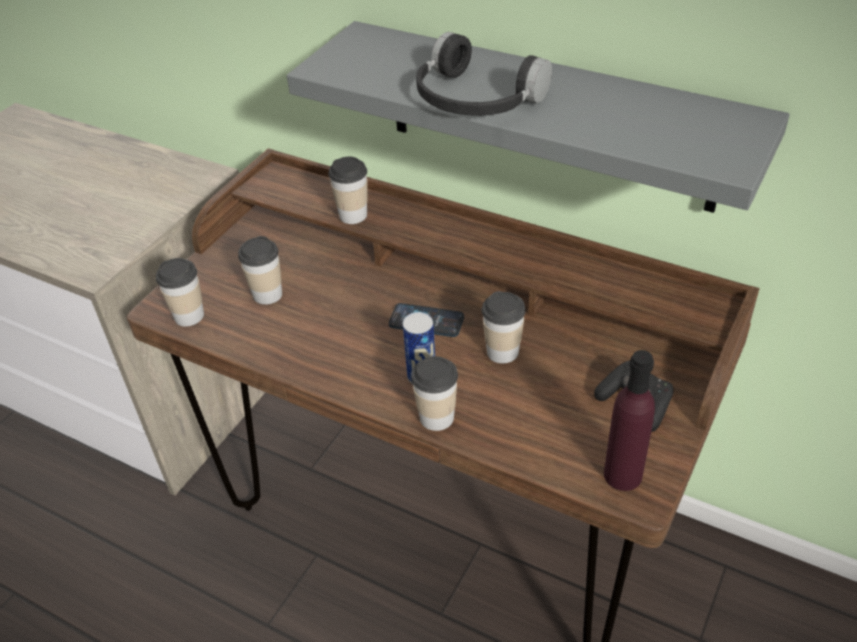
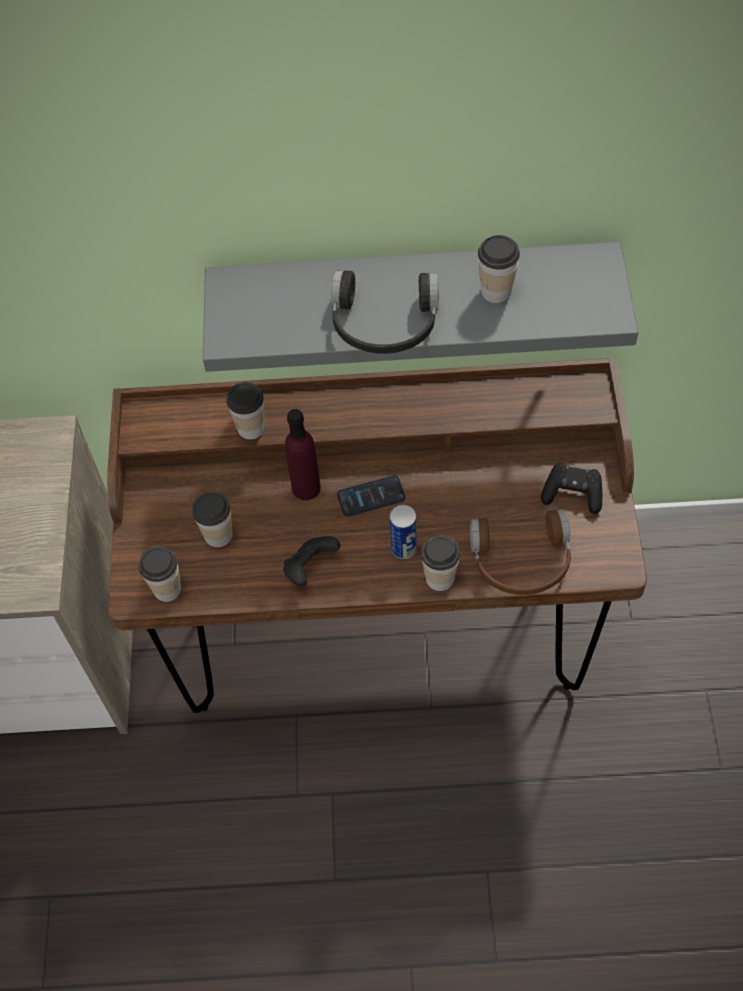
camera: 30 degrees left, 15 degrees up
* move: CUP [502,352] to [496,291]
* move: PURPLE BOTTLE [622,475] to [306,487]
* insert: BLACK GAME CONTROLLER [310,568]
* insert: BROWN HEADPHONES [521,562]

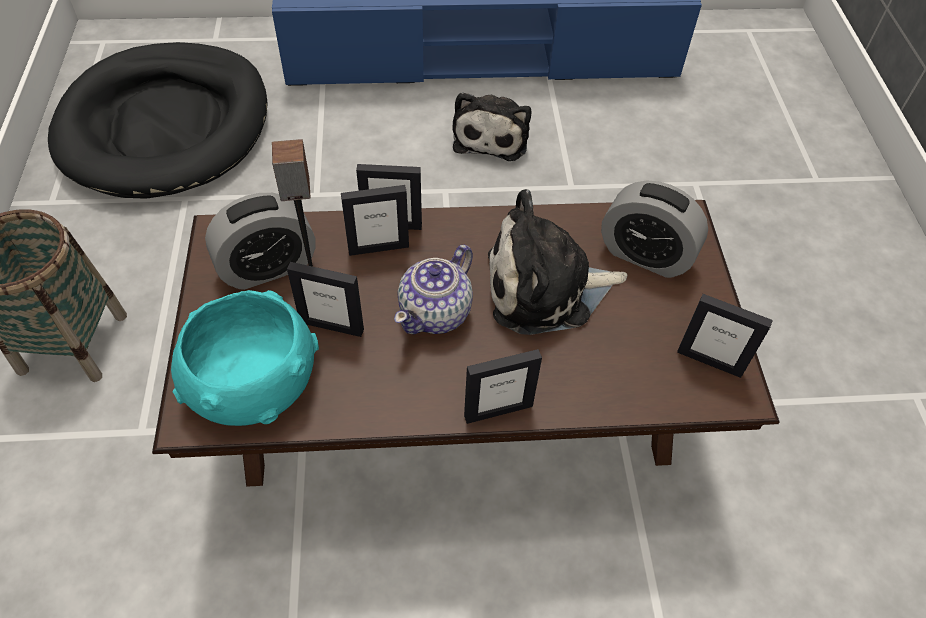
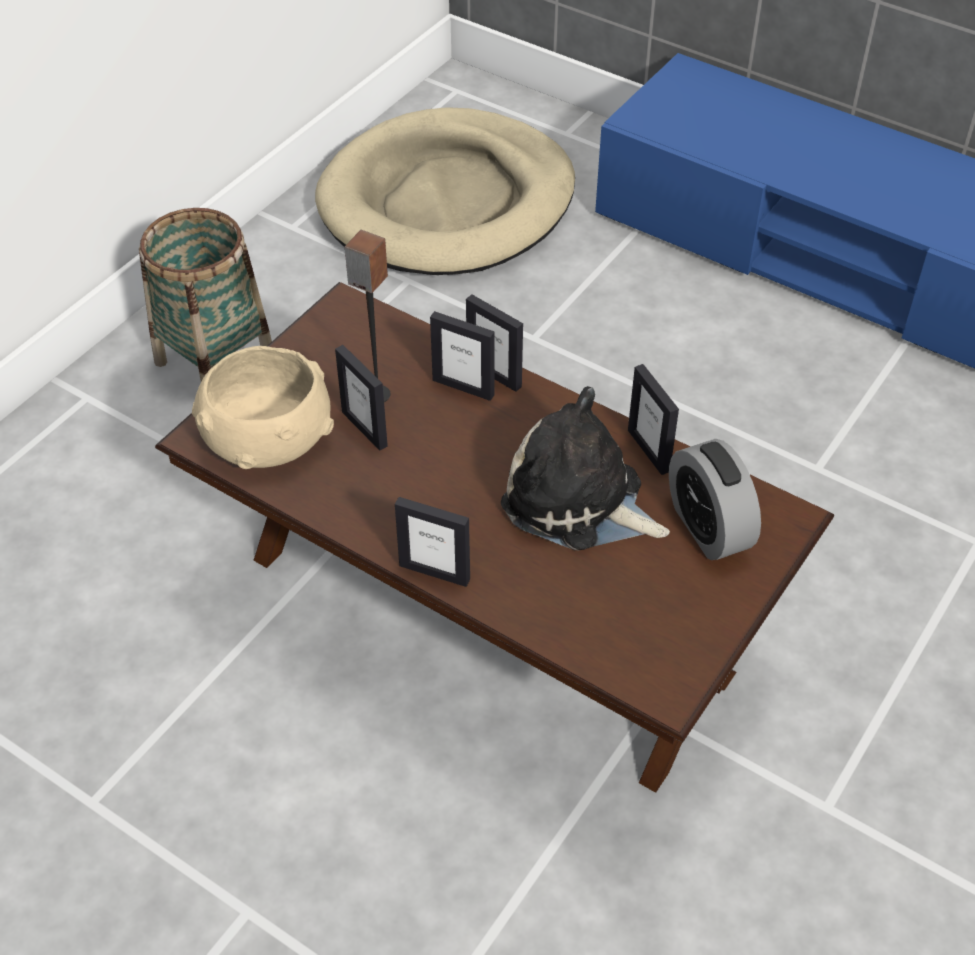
camera: 40 degrees right, 5 degrees down
* recolor: BLACK DOG BED [166,126] to BEIGE DOG BED [447,202]
* recolor: TURQUOISE BOWL [253,381] to BEIGE BOWL [266,436]
* delete: ALARM CLOCK [268,267]
* delete: TEAPOT [436,312]
* delete: PLUSH TOY [491,136]
* move: PICTURE FRAME [710,361] to [649,450]

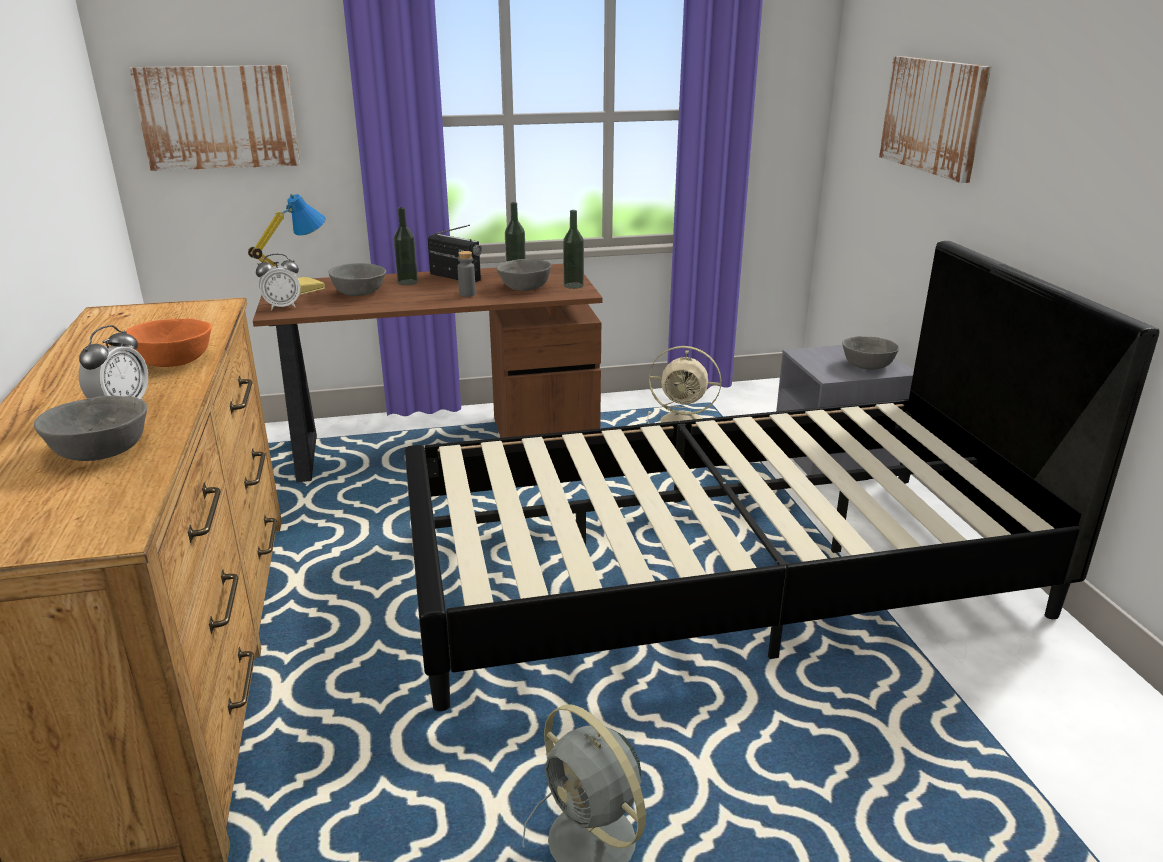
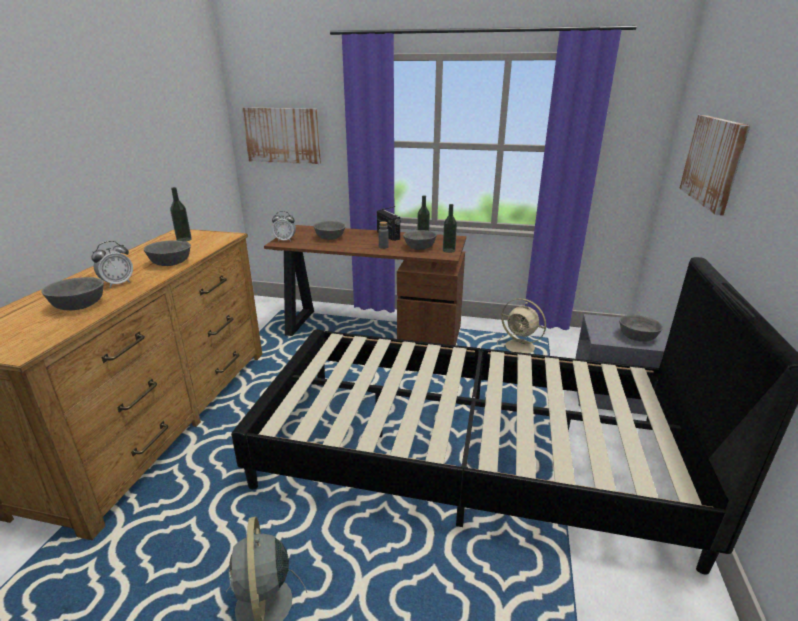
camera: 25 degrees right, 0 degrees up
* recolor: ORANGE BOWL [174,360] to GREY BOWL [171,263]
* delete: TABLE LAMP [302,288]
* move: BOTTLE [407,282] to [184,239]

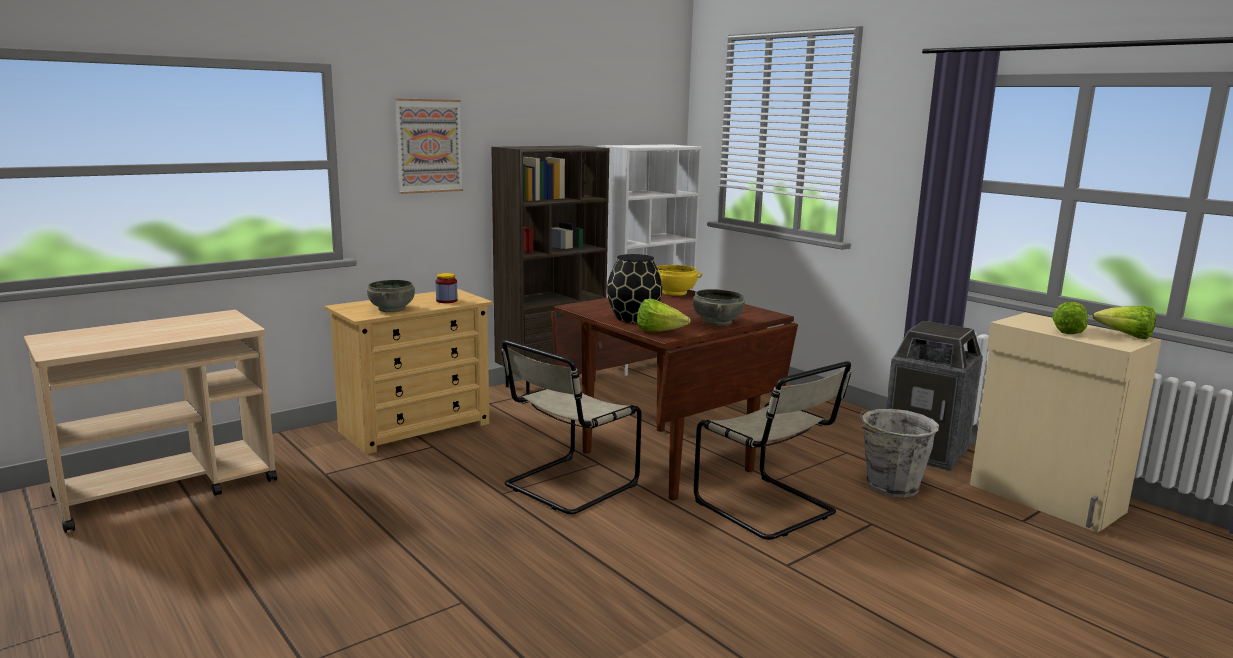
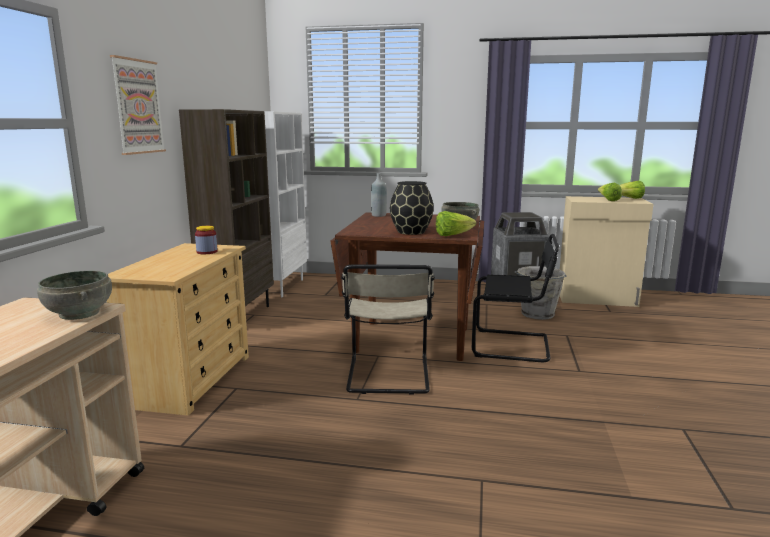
camera: 40 degrees left, 0 degrees up
* move: GREY BOWL [392,309] to [80,313]
* replace: YELLOW BOWL [674,293] to GREY BOTTLE [378,215]
* recolor: BEIGE CHAIR [769,509] to BLACK CHAIR [514,346]

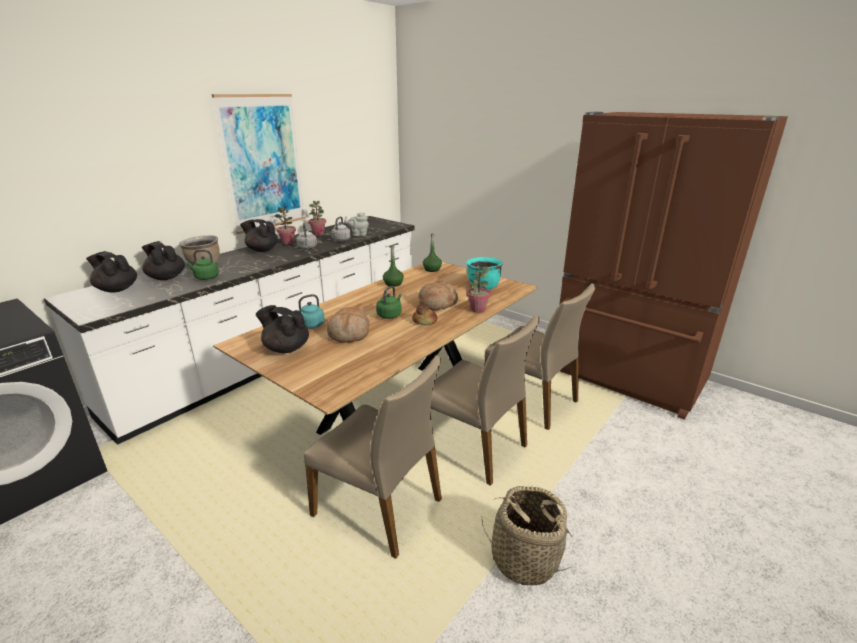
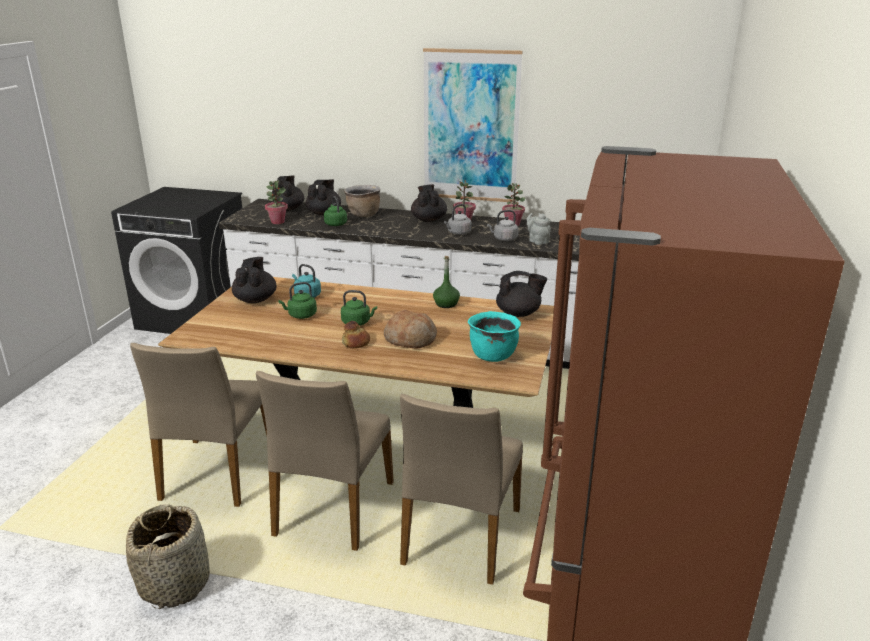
camera: 65 degrees right, 0 degrees up
* replace: BREAD [349,333] to GREEN KETTLE [301,315]
* replace: GREEN BOTTLE [432,269] to BLACK TEAPOT [519,313]
* move: POTTED PLANT [477,309] to [277,222]

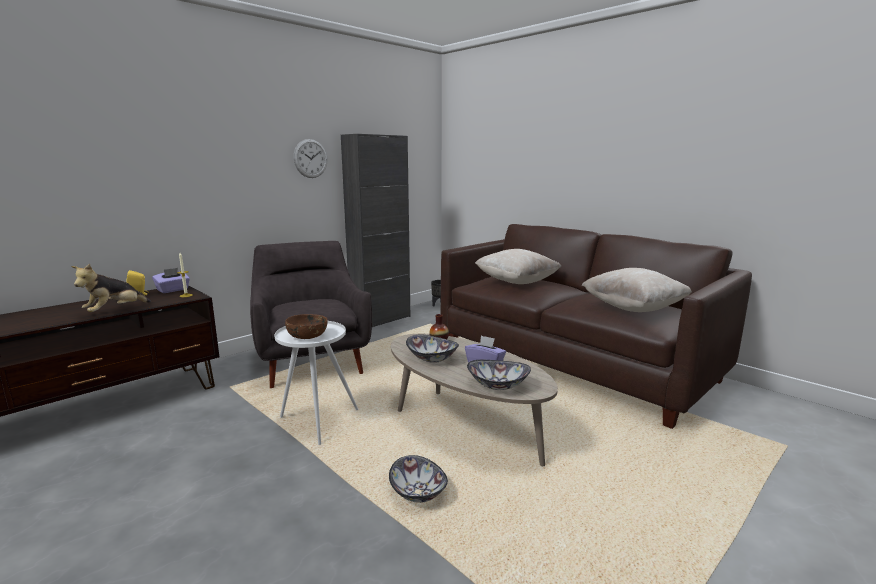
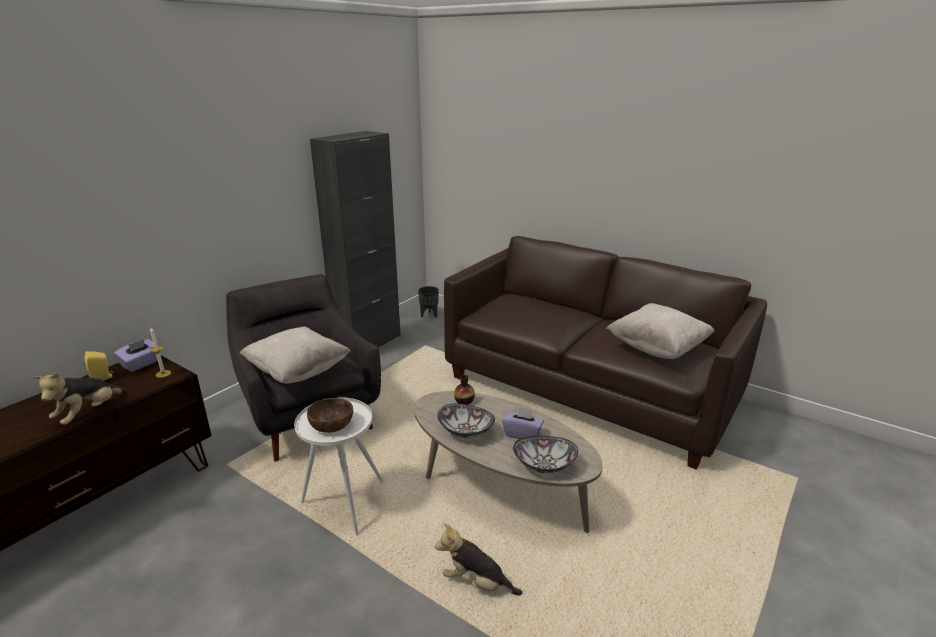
camera: 10 degrees left, 10 degrees up
* delete: WALL CLOCK [310,158]
* replace: BOWL [418,493] to PLUSH TOY [476,583]
* move: BEIGE PILLOW [516,282] to [298,372]

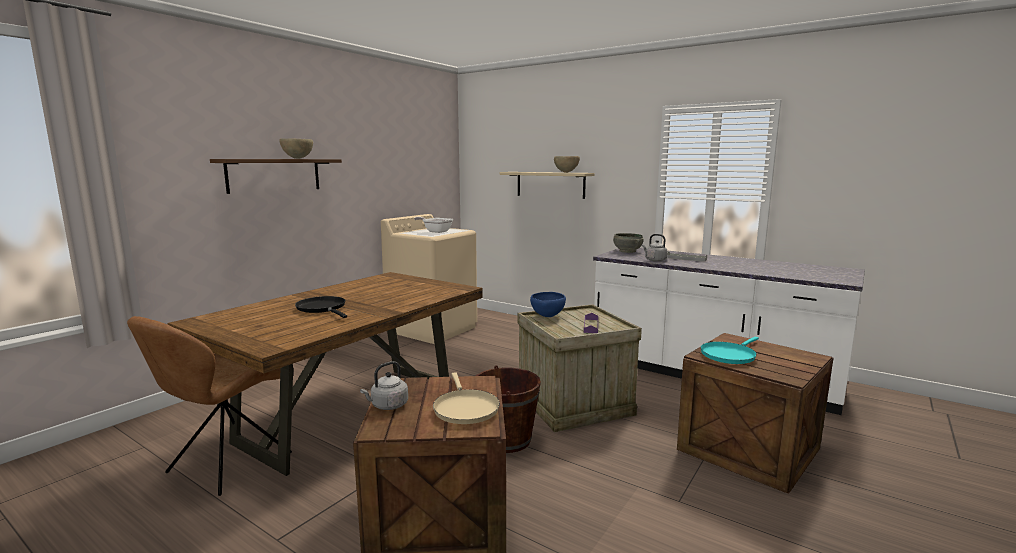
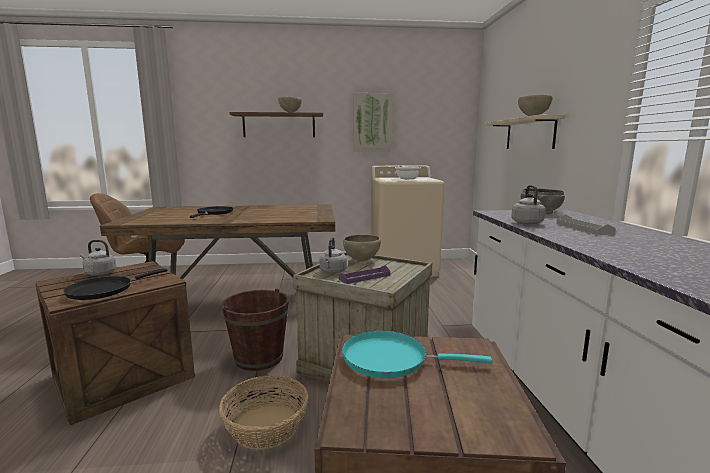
camera: 50 degrees right, 0 degrees up
* recolor: BEIGE FRYING PAN [465,408] to BLACK FRYING PAN [104,290]
* recolor: BLUE BOWL [547,316] to BROWN BOWL [362,260]
* insert: BASKET [265,427]
* insert: GREY KETTLE [332,272]
* insert: PICTURE [372,122]

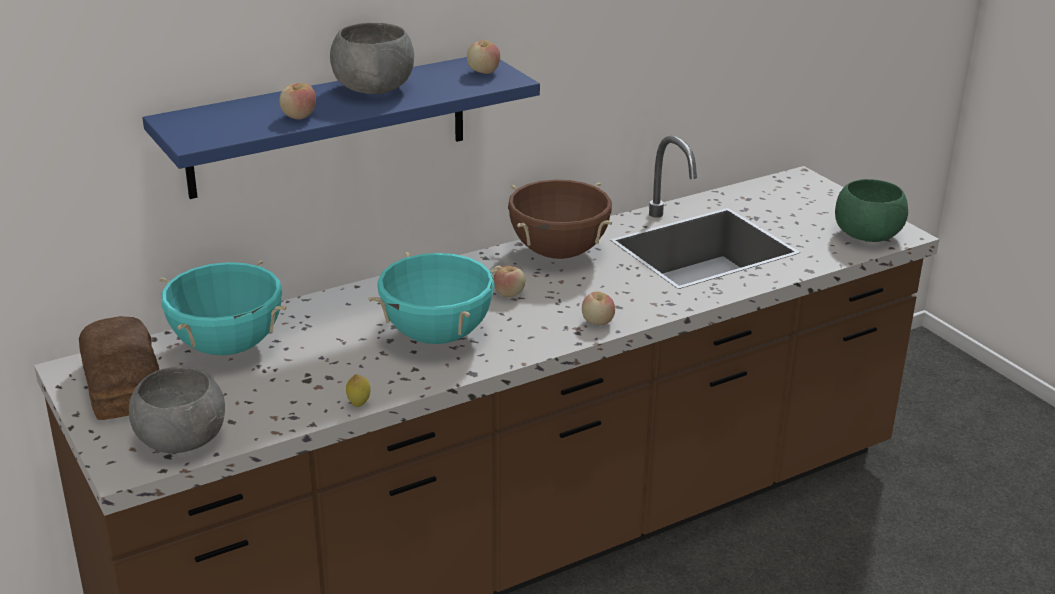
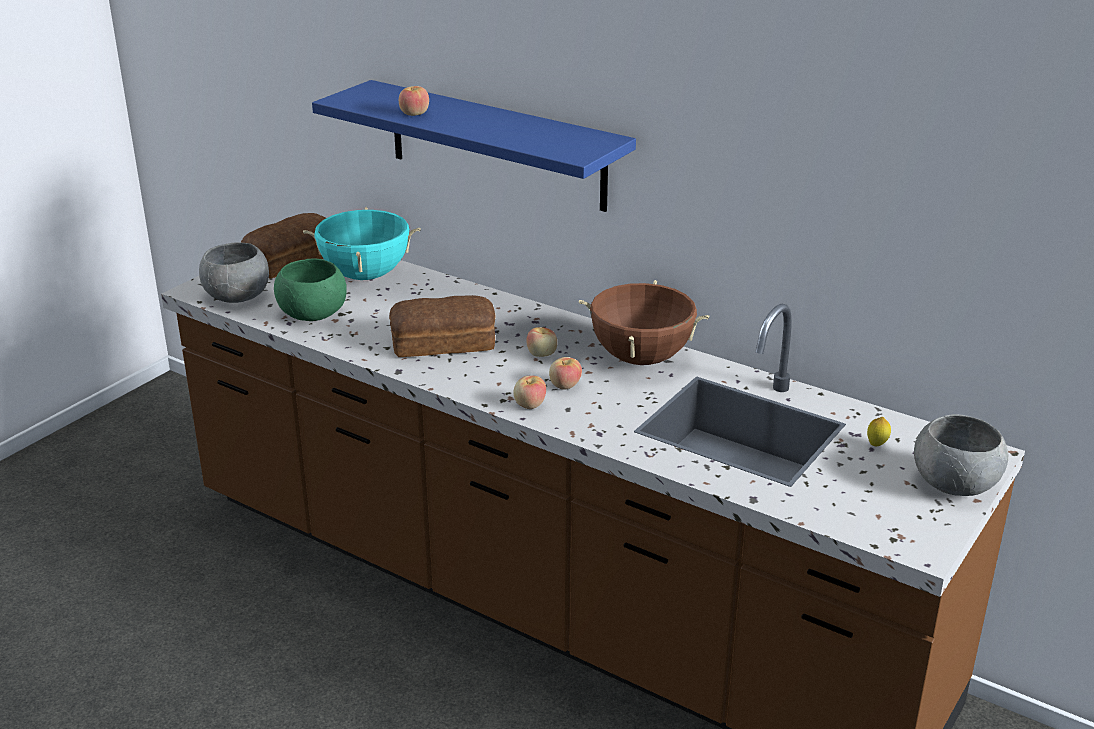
camera: 65 degrees right, 0 degrees up
* move: GREY BOWL [372,88] to [954,483]
* move: LEMON [359,404] to [876,445]
* replace: TURQUOISE COOKING POT [437,335] to BREAD [445,343]
* move: APPLE [483,72] to [565,386]
* move: GREEN BOWL [866,235] to [312,314]

